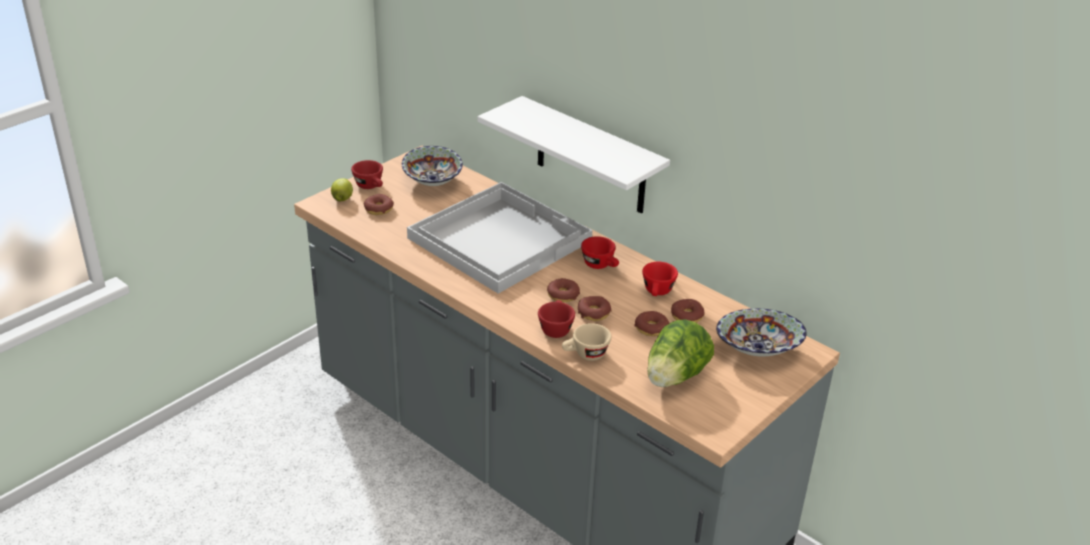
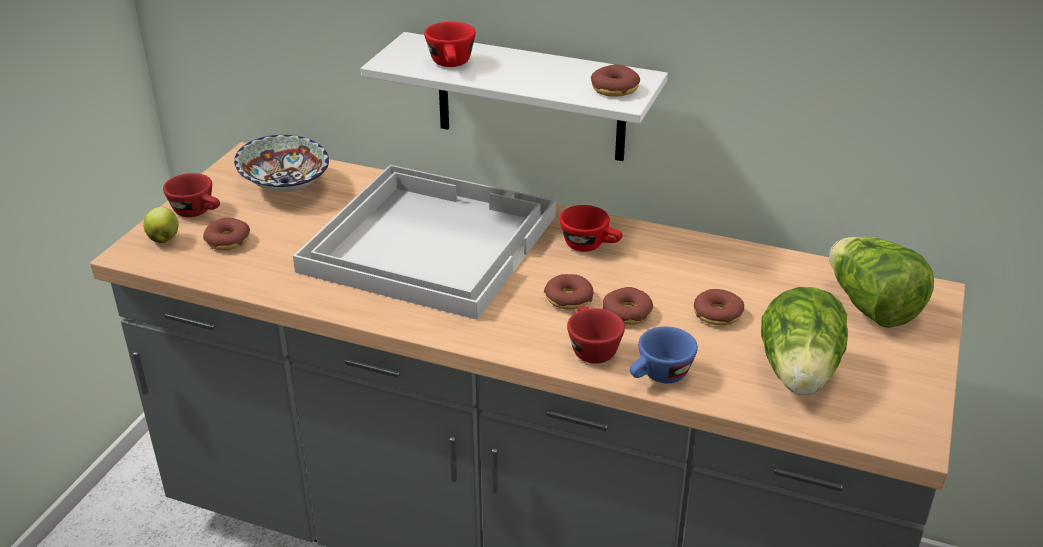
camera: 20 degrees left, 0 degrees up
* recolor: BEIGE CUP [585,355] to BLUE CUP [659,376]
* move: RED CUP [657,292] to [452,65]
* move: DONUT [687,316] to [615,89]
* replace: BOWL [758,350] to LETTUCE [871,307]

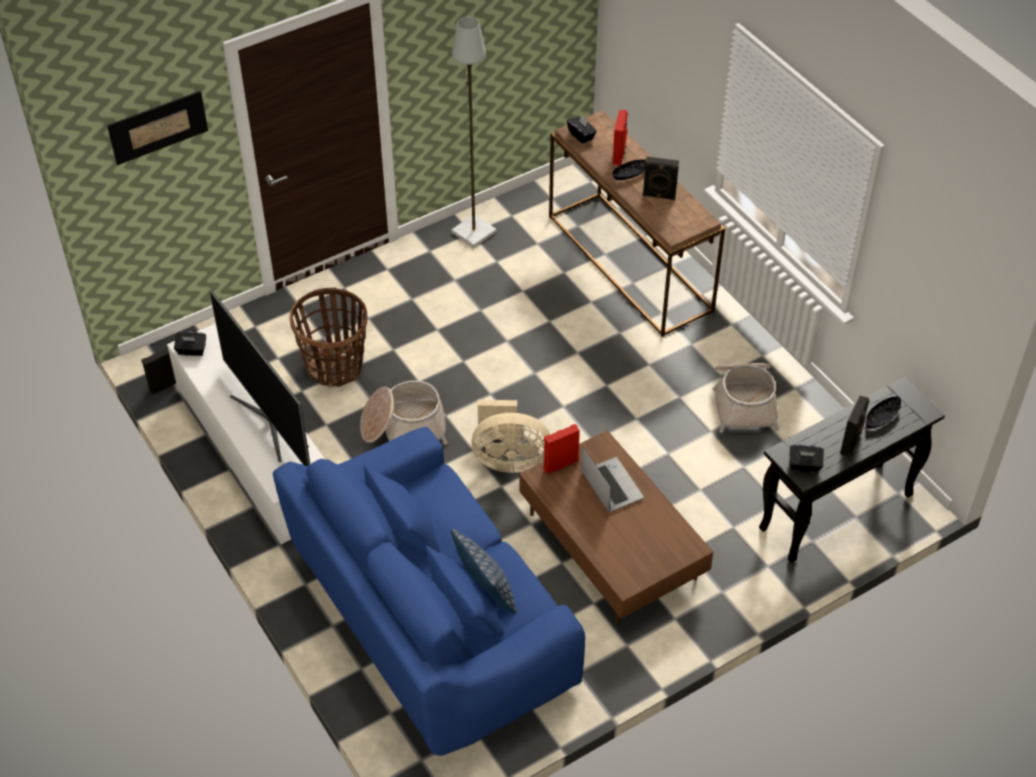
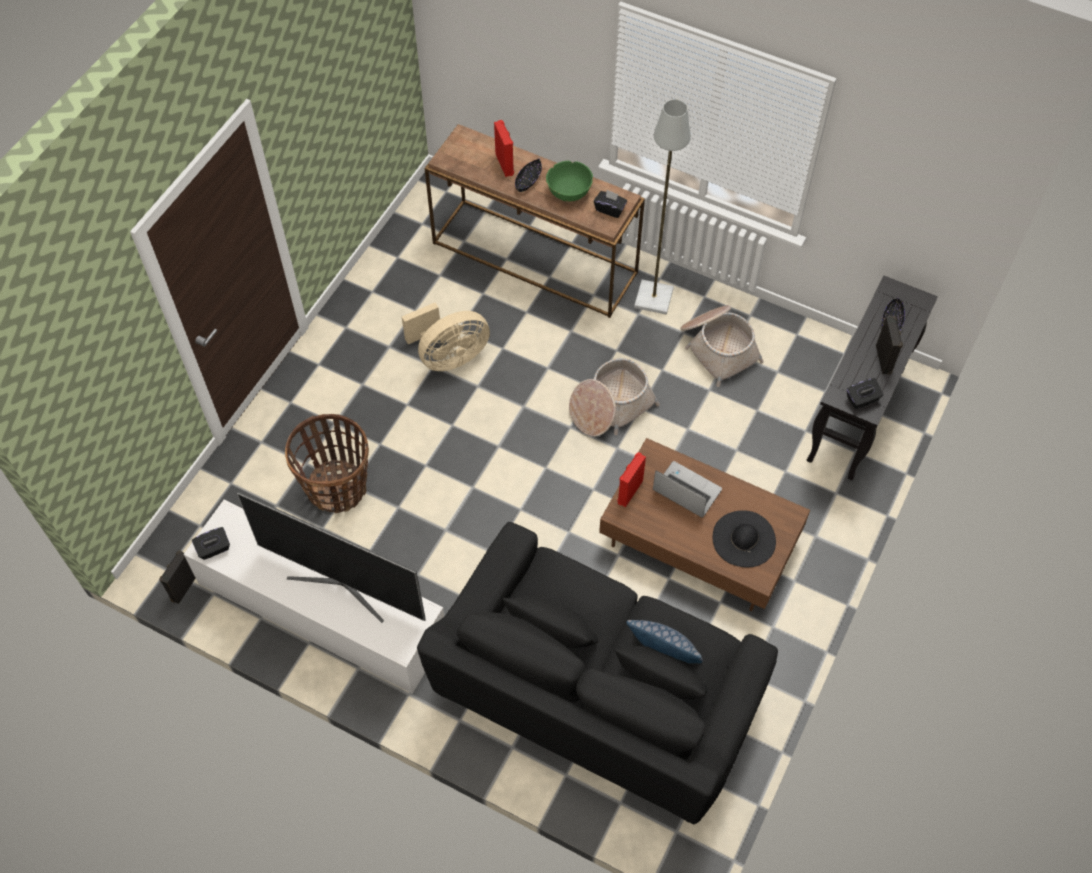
camera: 30 degrees left, 10 degrees up
* delete: PICTURE [158,127]
* recolor: BLUE SOFA [432,622] to BLACK SOFA [597,696]
* move: BASKET [403,426] to [610,406]
* move: GREY FLOOR LAMP [474,233] to [654,299]
* move: BEIGE FAN [509,459] to [449,356]
* move: BLACK TISSUE BOX [581,135] to [610,209]
* replace: BLACK SPEAKER [659,196] to GREEN BOWL [569,192]
* insert: BLACK HAT [744,539]

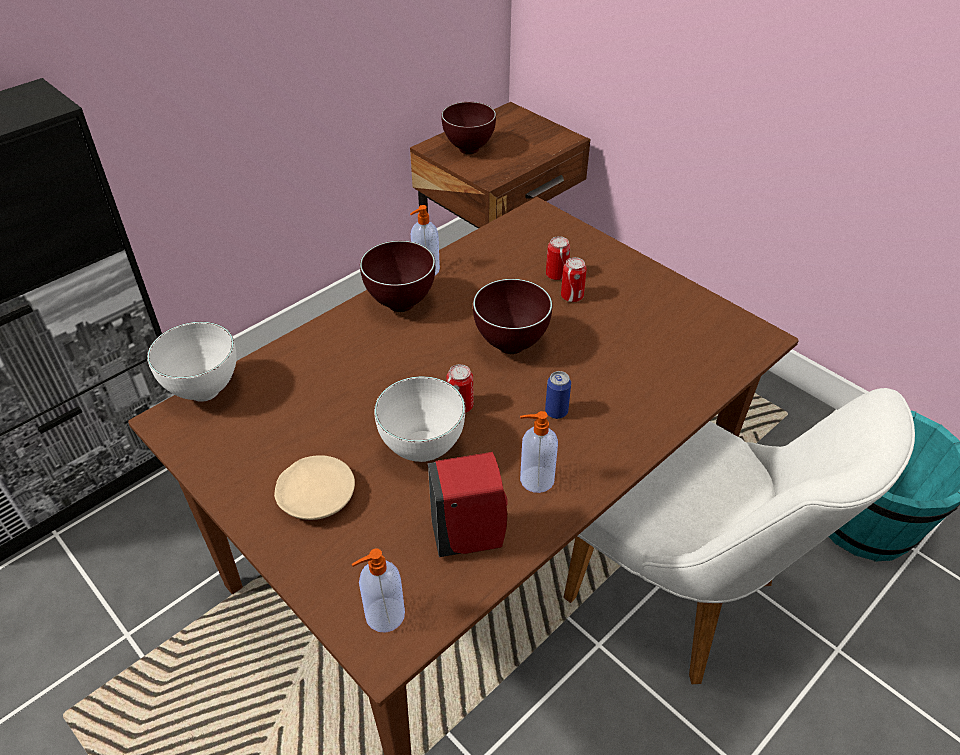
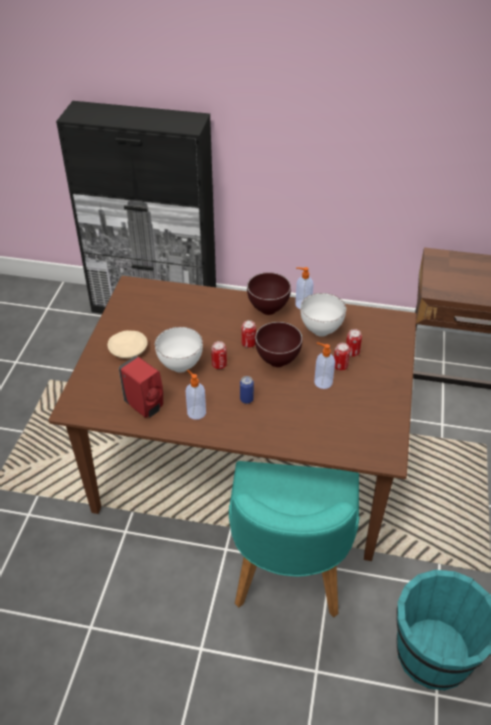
camera: 55 degrees right, 0 degrees up
* move: WHITE BOWL [203,391] to [321,331]
* move: SOAP DISPENSER [383,616] to [322,382]
* delete: BROWN BOWL [470,150]
* recolor: WHITE CHAIR [688,599] to TURQUOISE CHAIR [288,578]
* insert: CAN [248,343]

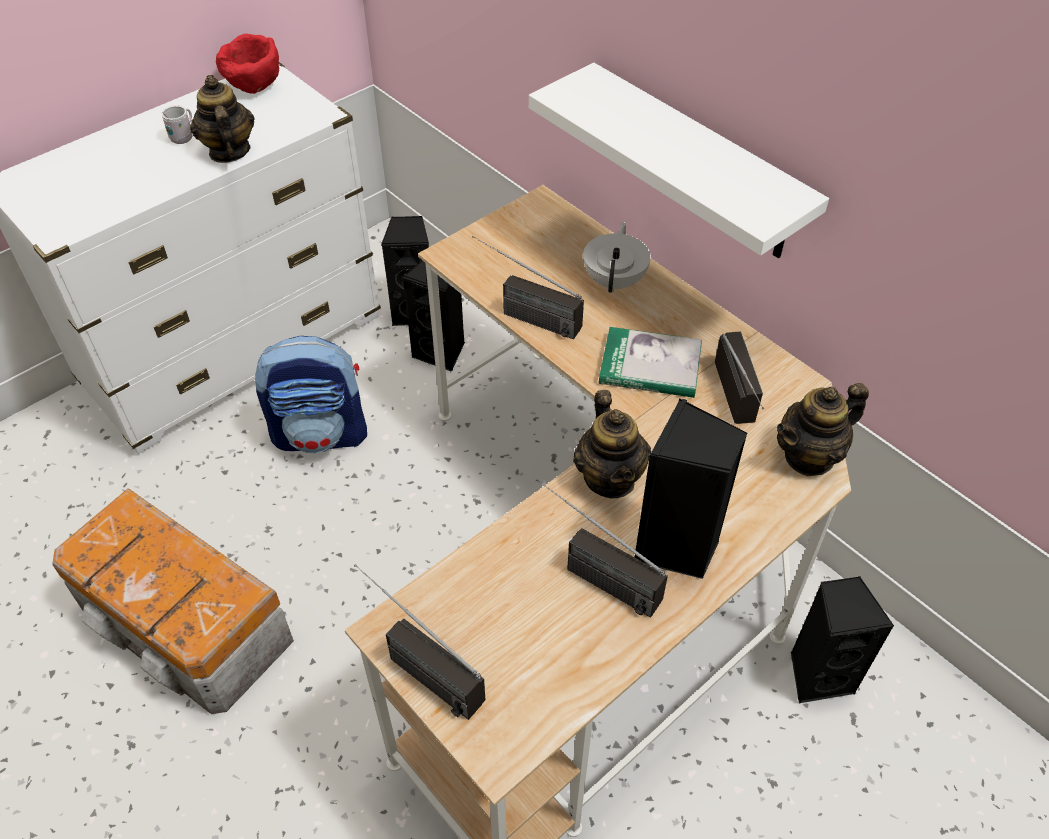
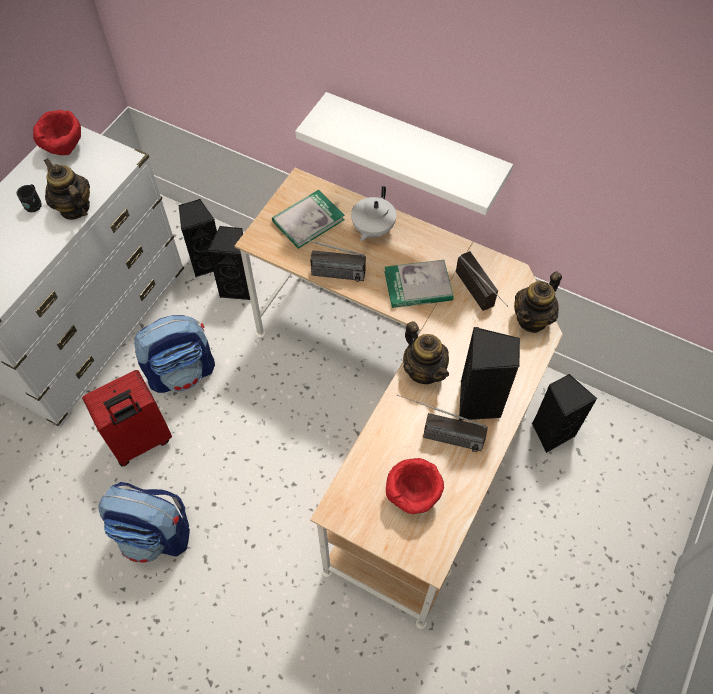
camera: 20 degrees left, 10 degrees up
* replace: STORAGE BOX [187,627] to BACKPACK [155,534]
* recolor: WHITE MUG [184,137] to BLACK MUG [34,204]
* delete: RADIO [414,665]
* rotate: WHITE TEAPOT [615,280] = [372,229] 150 degrees counterclockwise
* insert: RED SUITCASE [141,441]
* insert: BOOK [308,220]
* insert: RED BOWL [413,496]

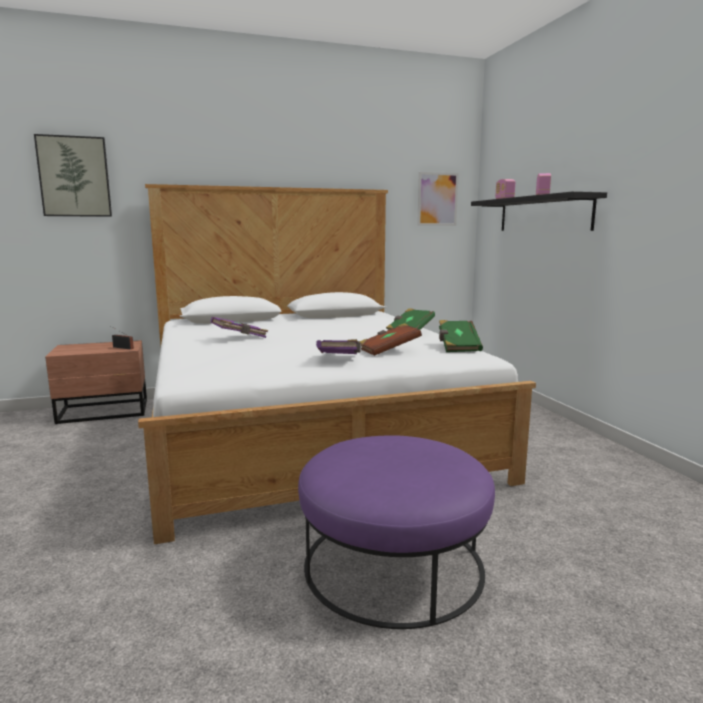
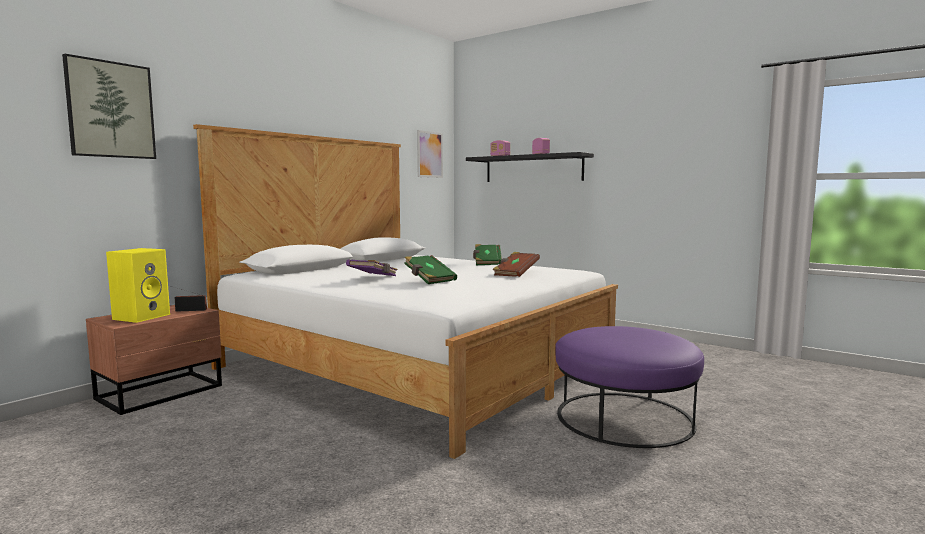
camera: 35 degrees left, 5 degrees down
* delete: PURPLE BOOK [339,359]
* move: GREEN BOOK [458,347] to [429,280]
* insert: YELLOW SPEAKER [142,316]

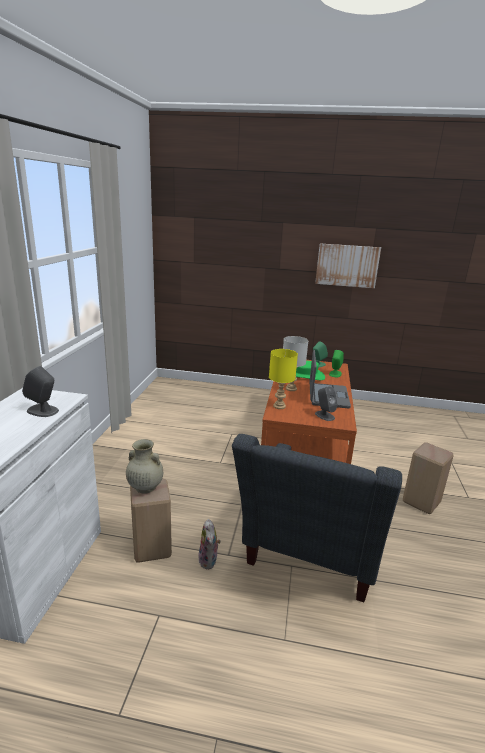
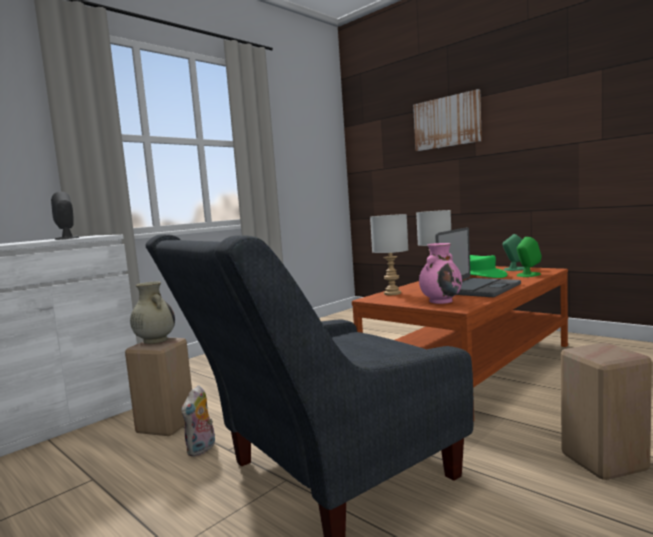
camera: 35 degrees right, 15 degrees down
* recolor: YELLOW TABLE LAMP [279,406] to GREY TABLE LAMP [391,293]
* move: PICTURE [347,265] to [447,122]
* replace: GREY SPEAKER [324,415] to PINK VASE [441,301]

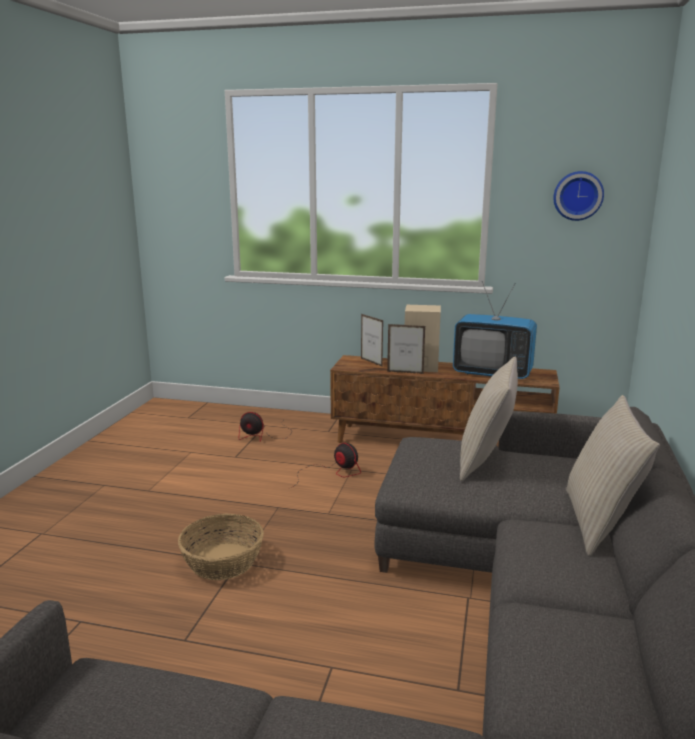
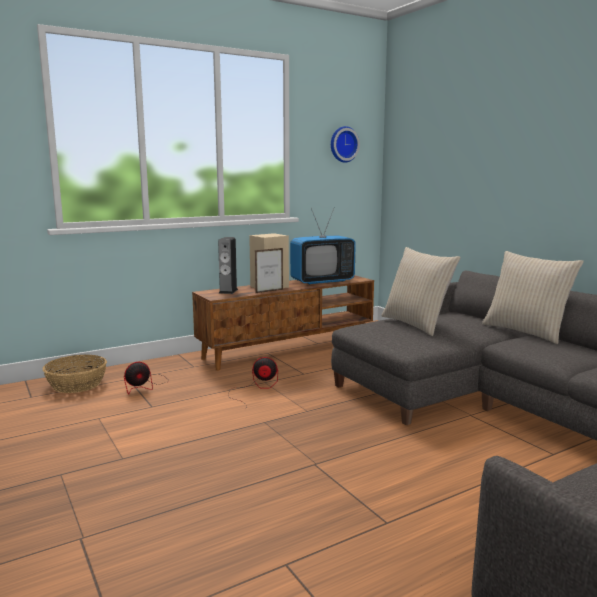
camera: 45 degrees left, 5 degrees down
* move: BASKET [223,561] to [77,384]
* replace: PICTURE FRAME [371,362] to SPEAKER [228,291]

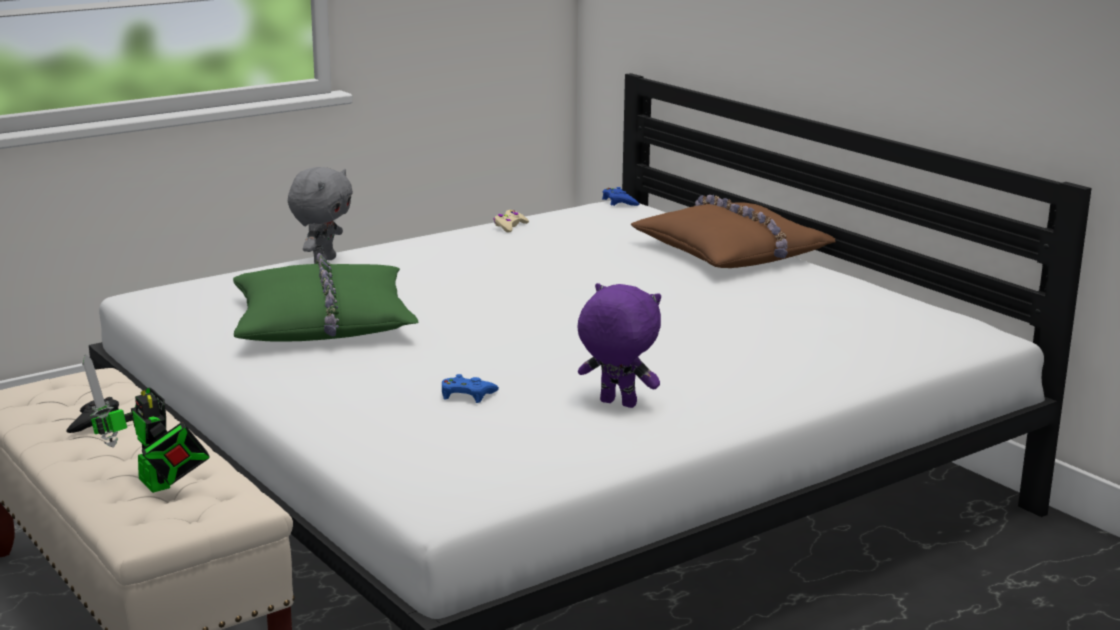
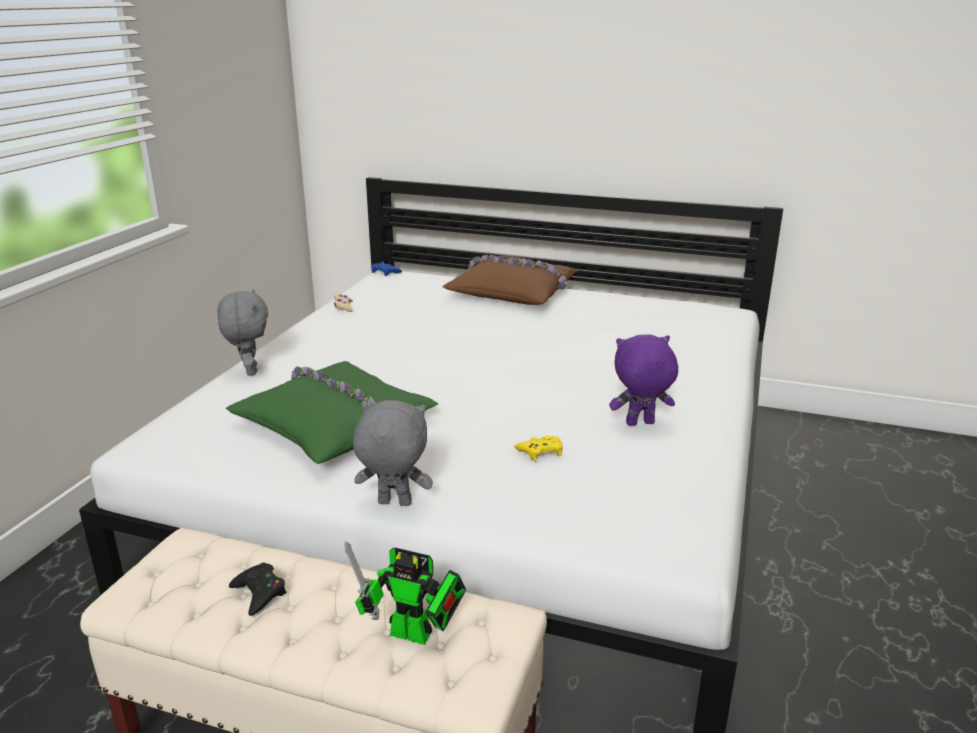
camera: 35 degrees left, 5 degrees up
* recolor: BLUE GAME CONTROLLER [467,395] to YELLOW GAME CONTROLLER [540,452]
* insert: GREY PLUSH TOY [393,504]

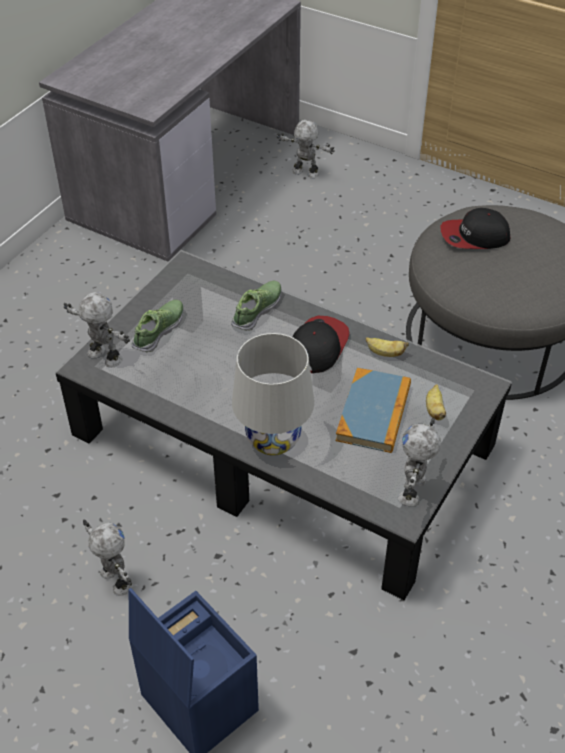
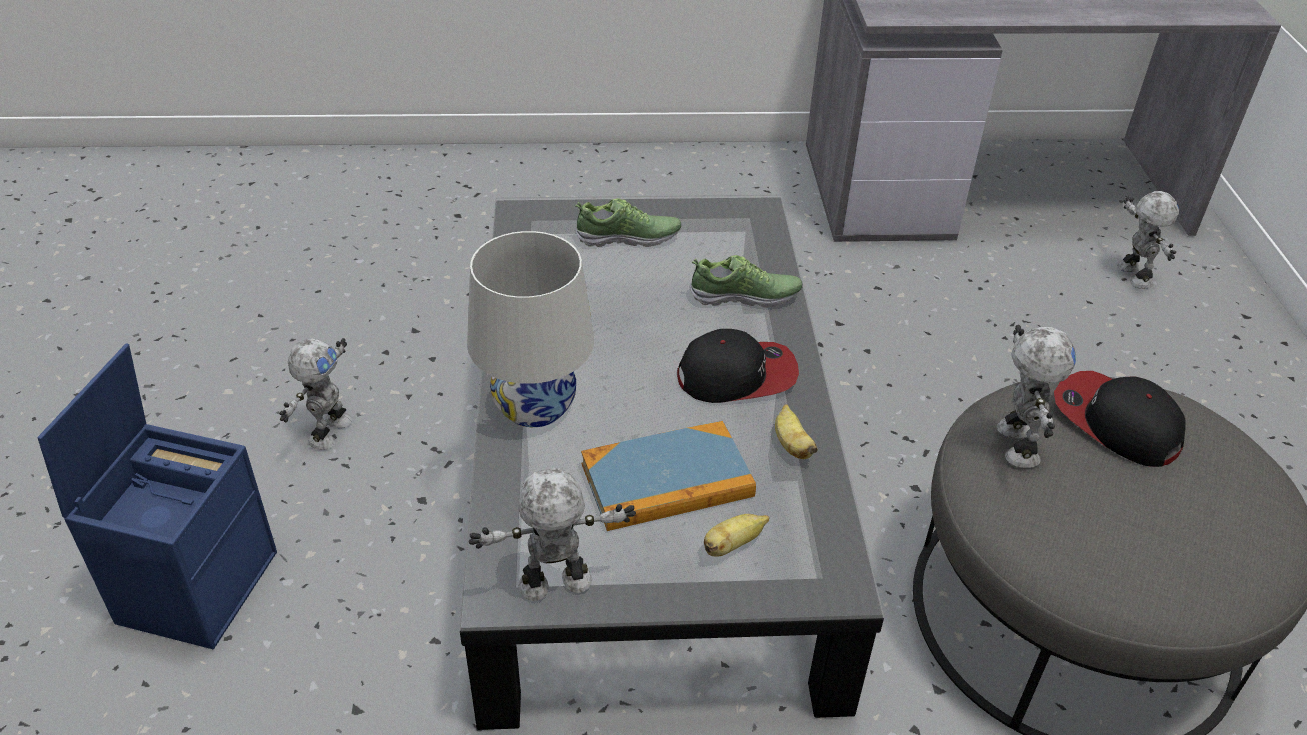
camera: 55 degrees right, 5 degrees down
* move: TOY ROBOT [104,358] to [1014,444]

